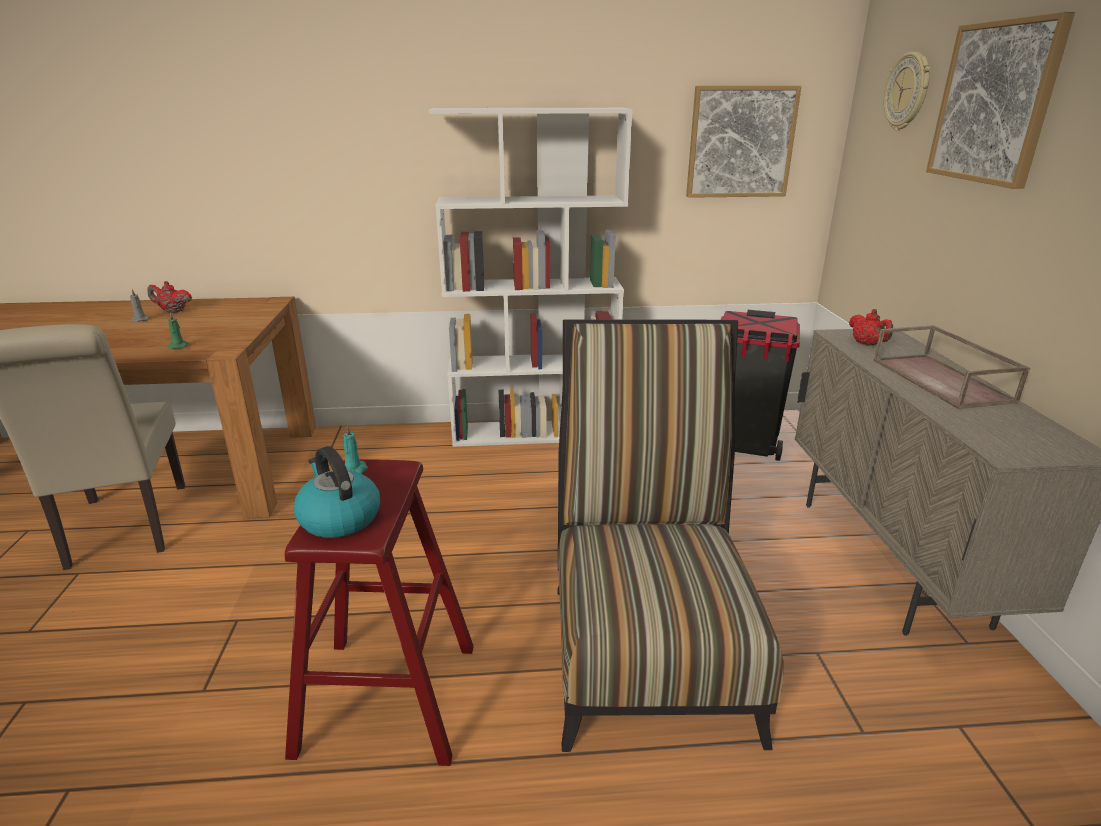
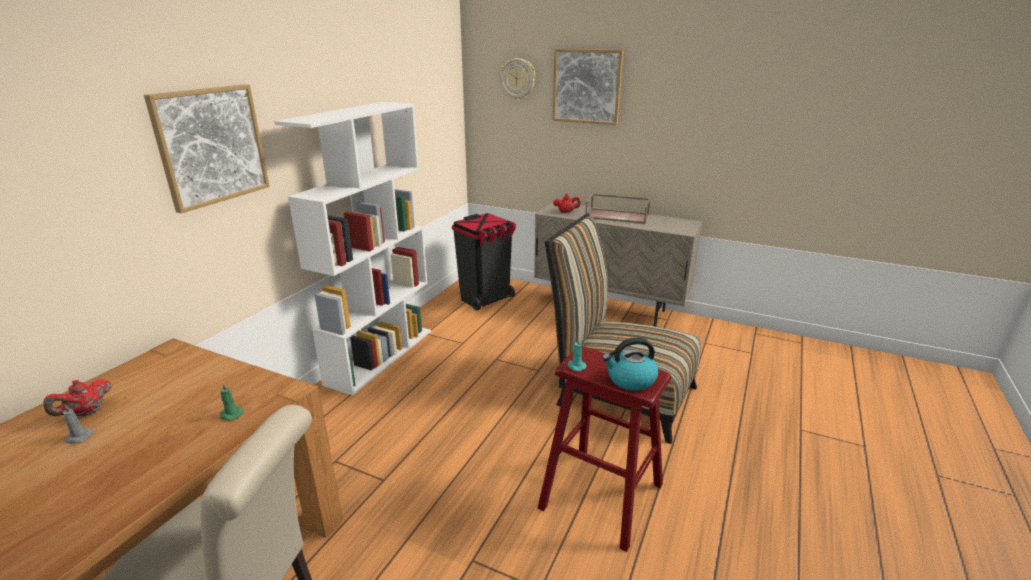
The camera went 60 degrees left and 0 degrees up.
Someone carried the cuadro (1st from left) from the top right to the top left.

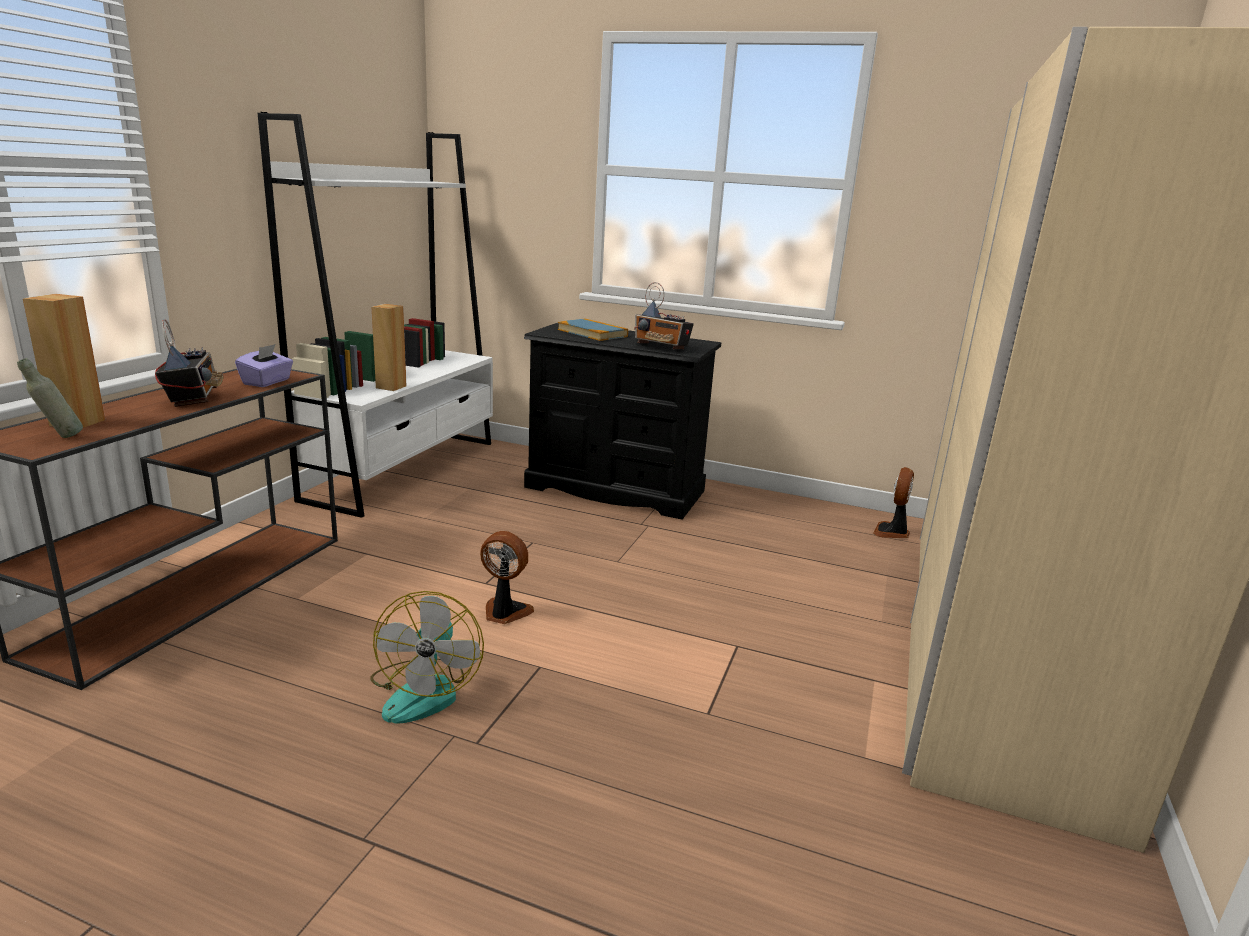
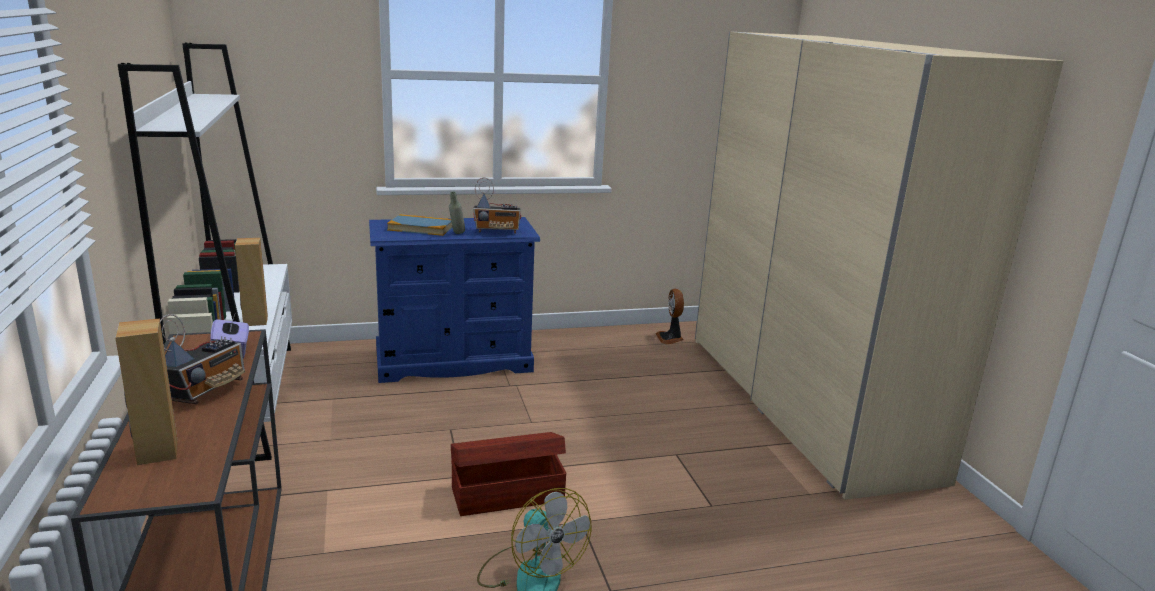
The camera went 35 degrees left and 0 degrees up.
Someone carried the botella/gris from the middle left to the centre.
Someone swapped the ventilador (2nd from left) at the centre for the caja de almacenaje/marrón at the bottom centre.
Someone repainted the cómoda/negro at the centre, which became the cómoda/azul at the centre.
Someone rotated the radio (1st from left) at the middle left by 75 degrees clockwise.

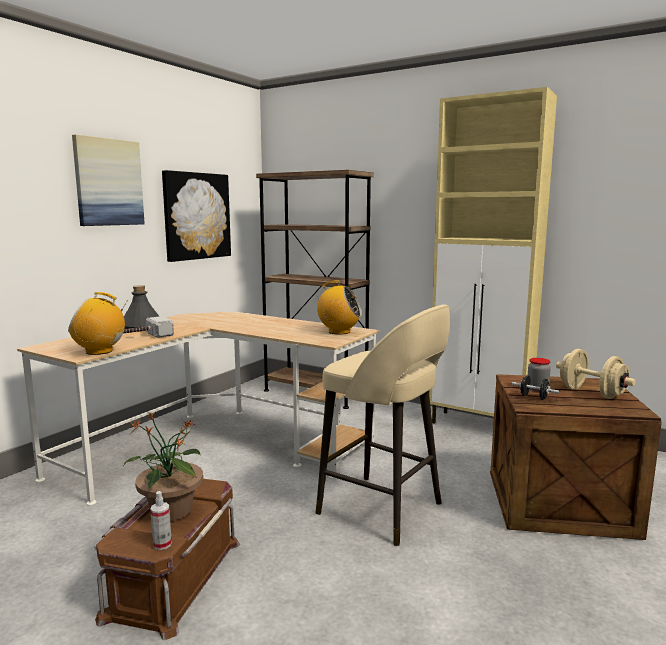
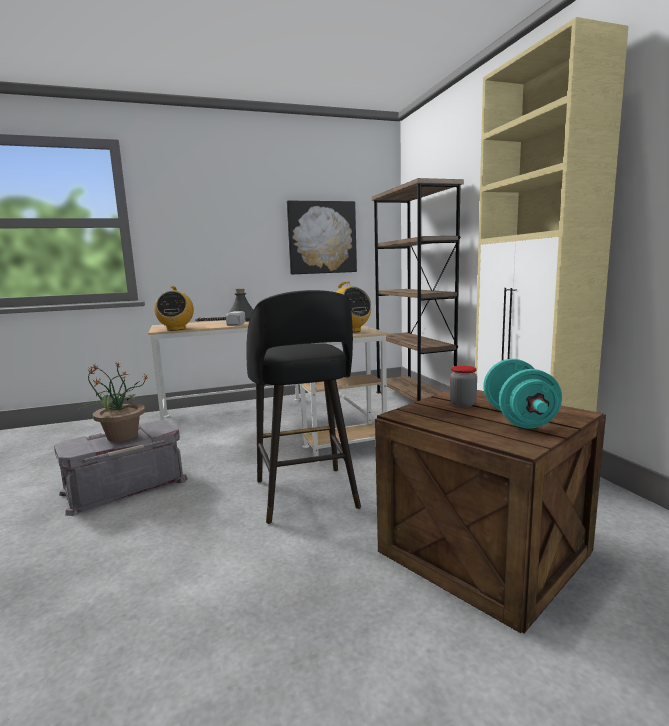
The camera went 40 degrees right and 0 degrees up.
Someone took away the cuadro (1st from left) at the top left.
Someone took away the pulverizador at the bottom left.
Someone took away the mancuerna/negro at the middle right.
Someone repainted the caja de almacenaje/marrón at the bottom left, which became the caja de almacenaje/gris at the middle left.
Someone repainted the taburete/beis at the centre, which became the taburete/negro at the centre.
Someone repainted the mancuerna/beis at the middle right, which became the mancuerna/turquesa at the middle right.
Someone rotated the radio (1st from left) at the middle left by 135 degrees counterclockwise.

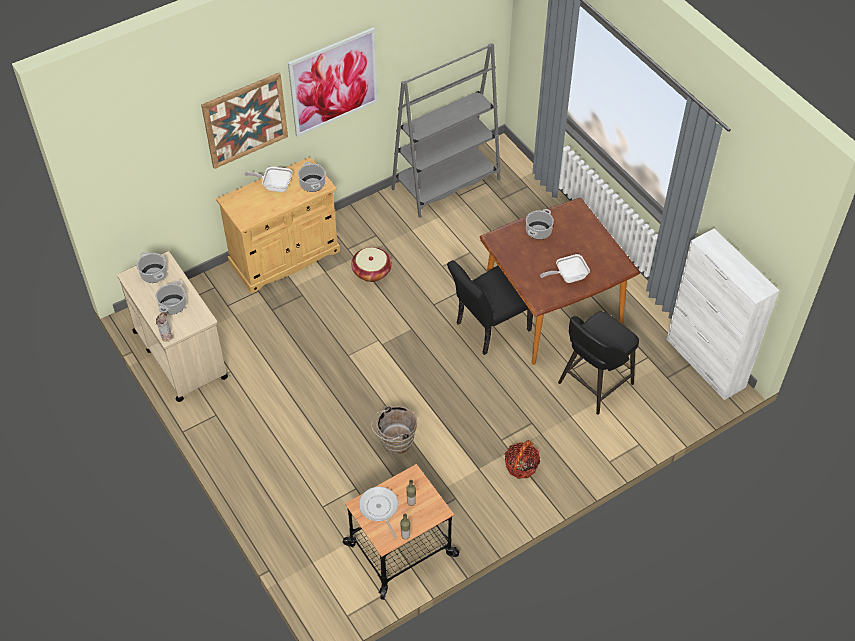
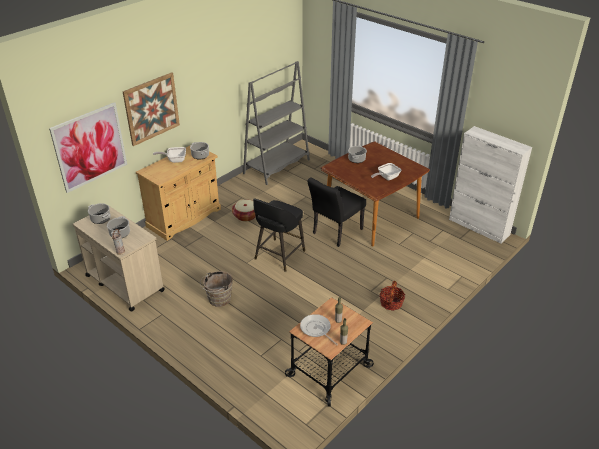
The camera went 15 degrees left and 15 degrees down.
Someone carried the cuadro (2nd from left in the first image) from the top centre to the top left.
Someone carried the cubo/marrón from the bottom centre to the centre.
Someone carried the taburete/negro from the middle right to the centre.

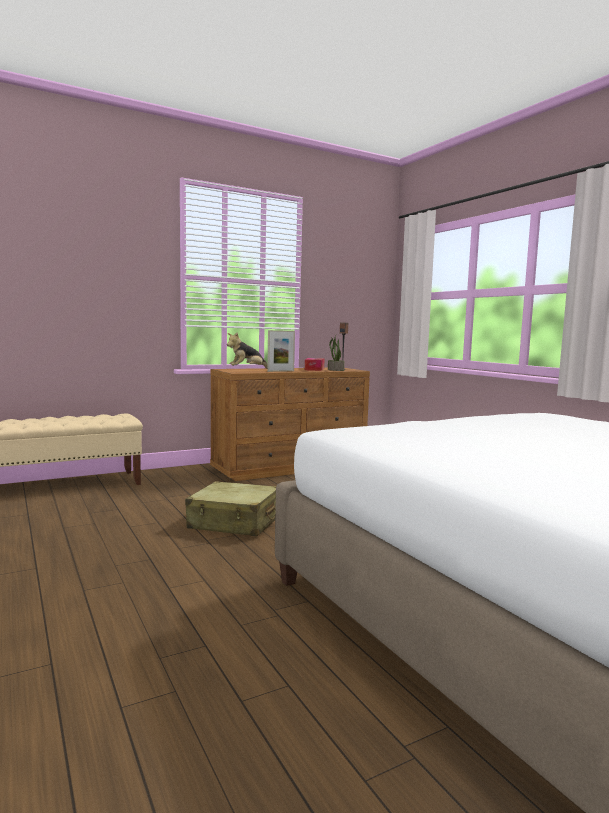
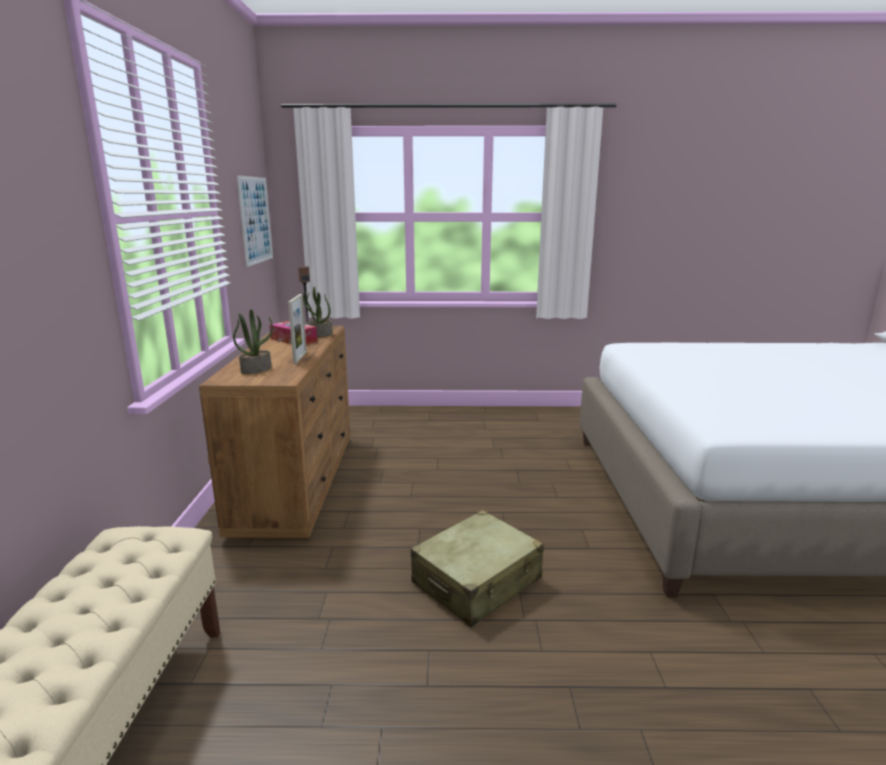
The camera went 60 degrees left and 10 degrees up.
Someone put up the cuadro at the top left.
Someone swapped the peluche at the centre for the planta en maceta (1st from left) at the middle left.

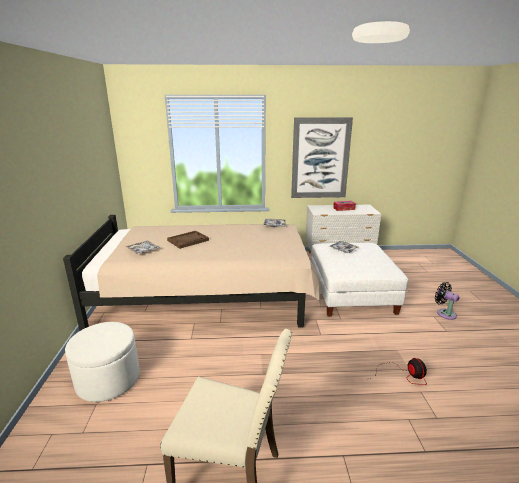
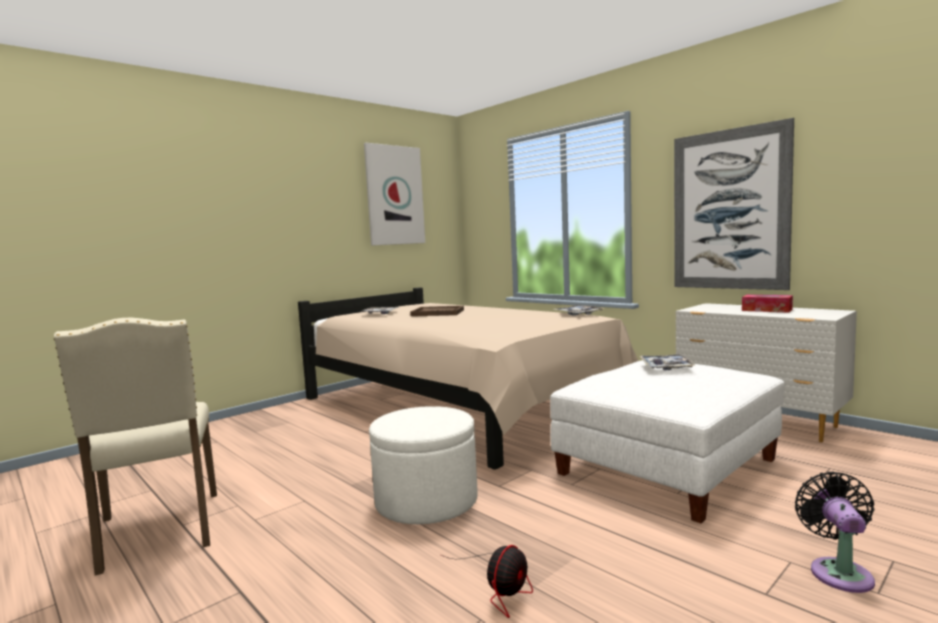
The camera went 50 degrees right and 15 degrees down.
Someone put up the cuadro (1st from left) at the top centre.
Someone carried the puf/blanco (1st from left) from the bottom left to the bottom centre.

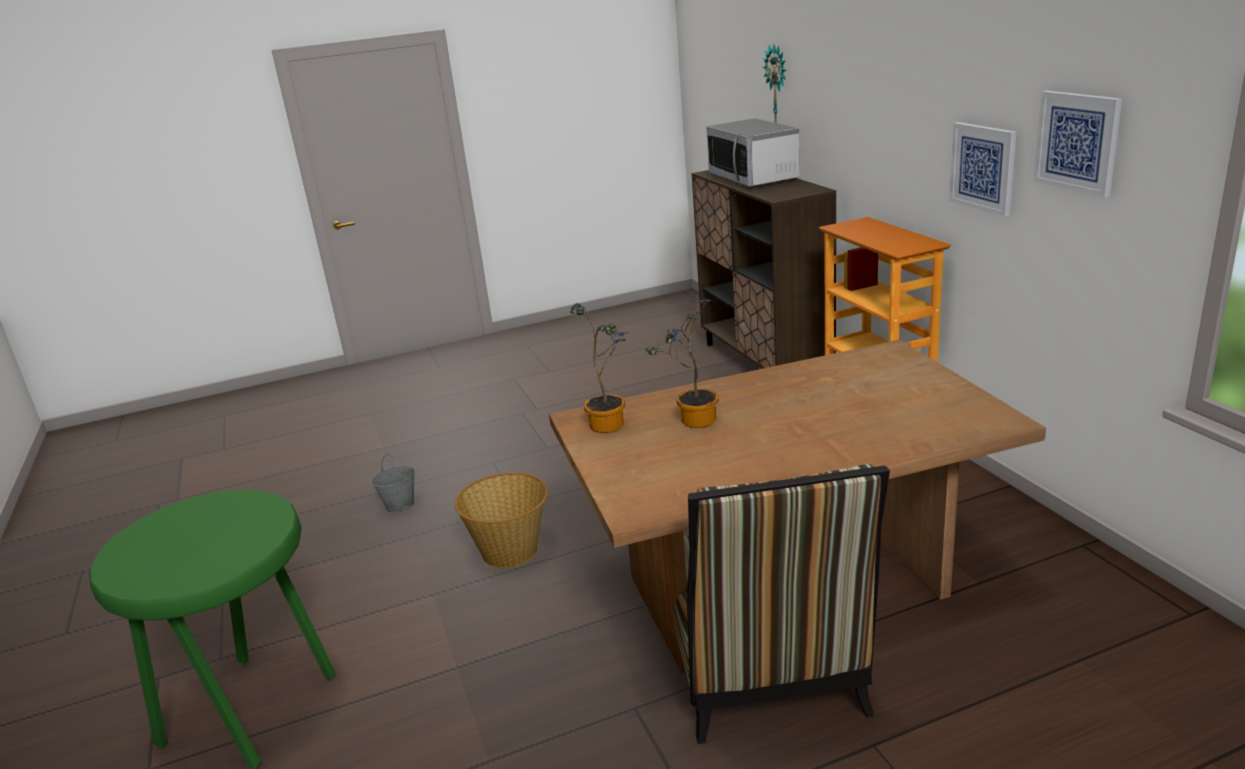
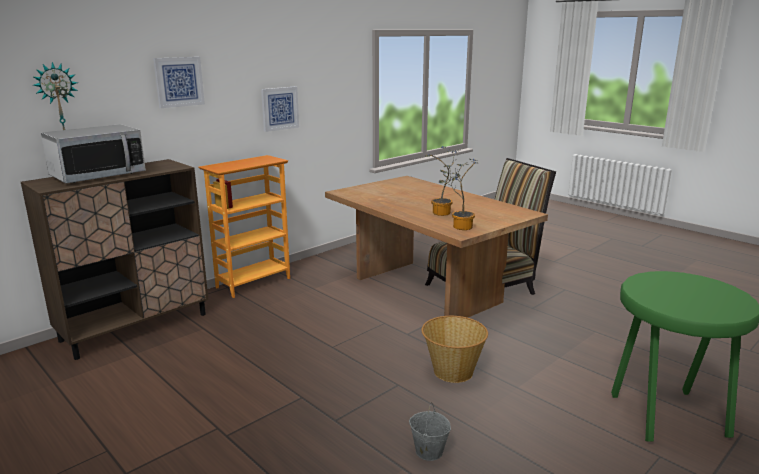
The camera went 115 degrees left and 5 degrees down.
Someone carried the cuadro (2nd from left in the first image) from the top right to the top left.

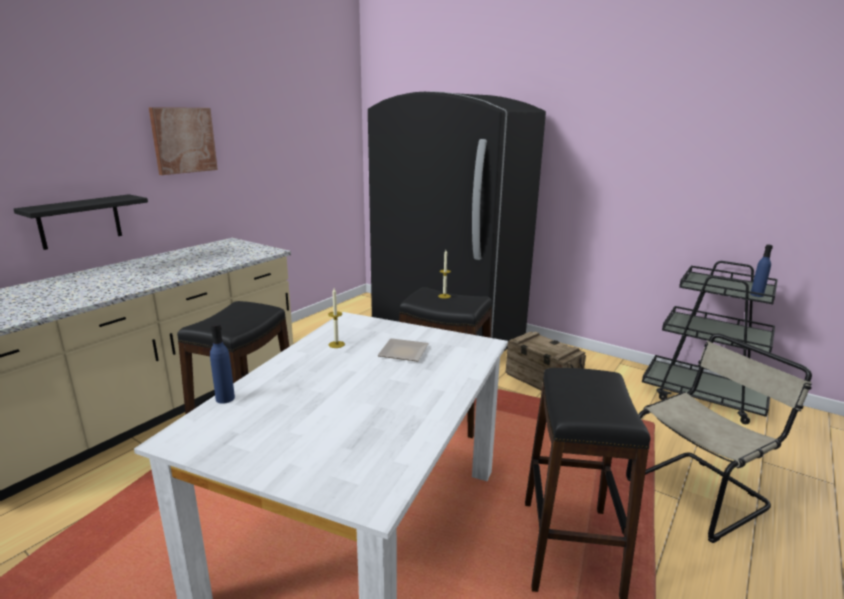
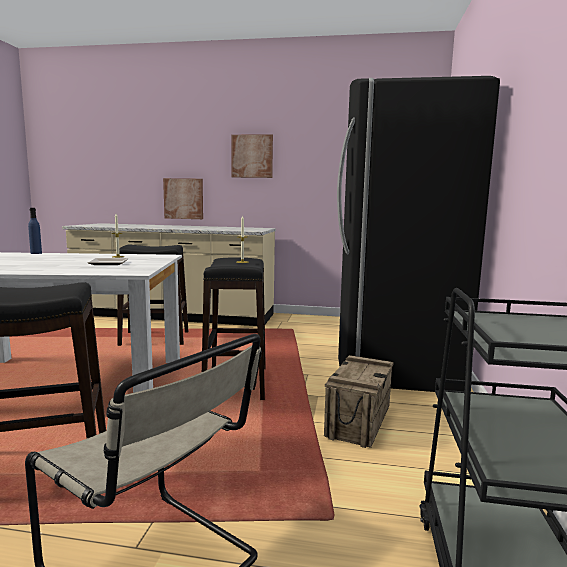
The camera went 65 degrees right and 10 degrees down.
Someone took away the botella/azul (2nd from left) at the middle right.
Someone swapped the estante/negro at the middle left for the cuadro (1st from left) at the middle left.

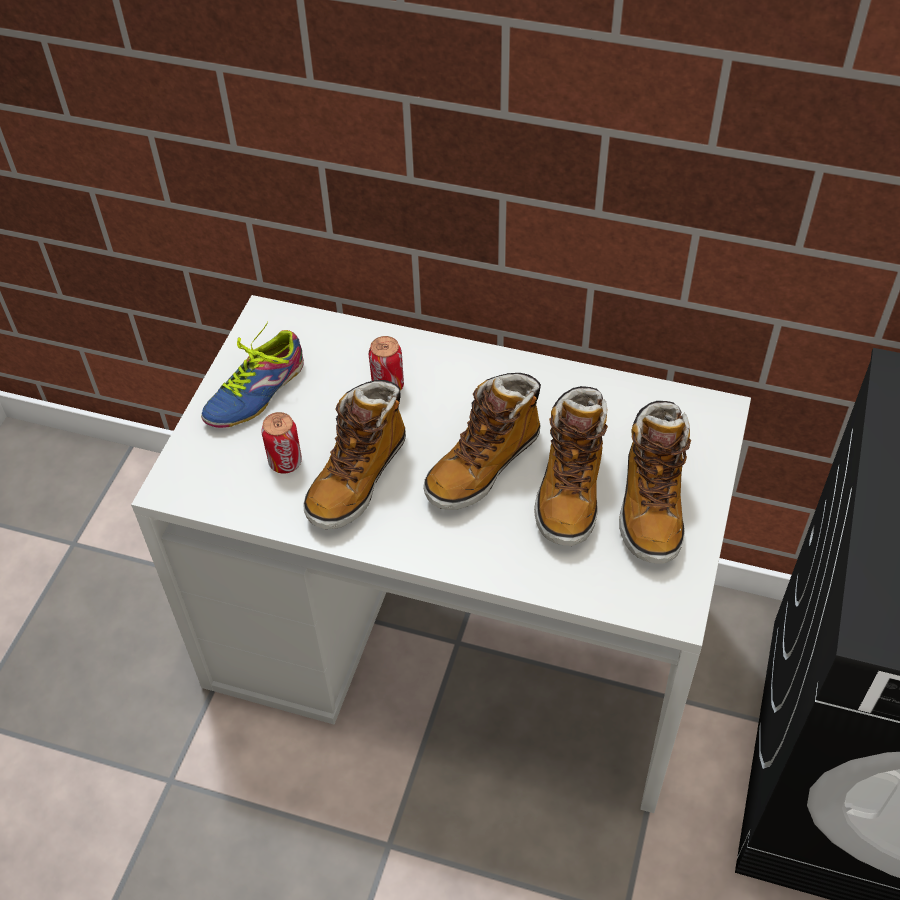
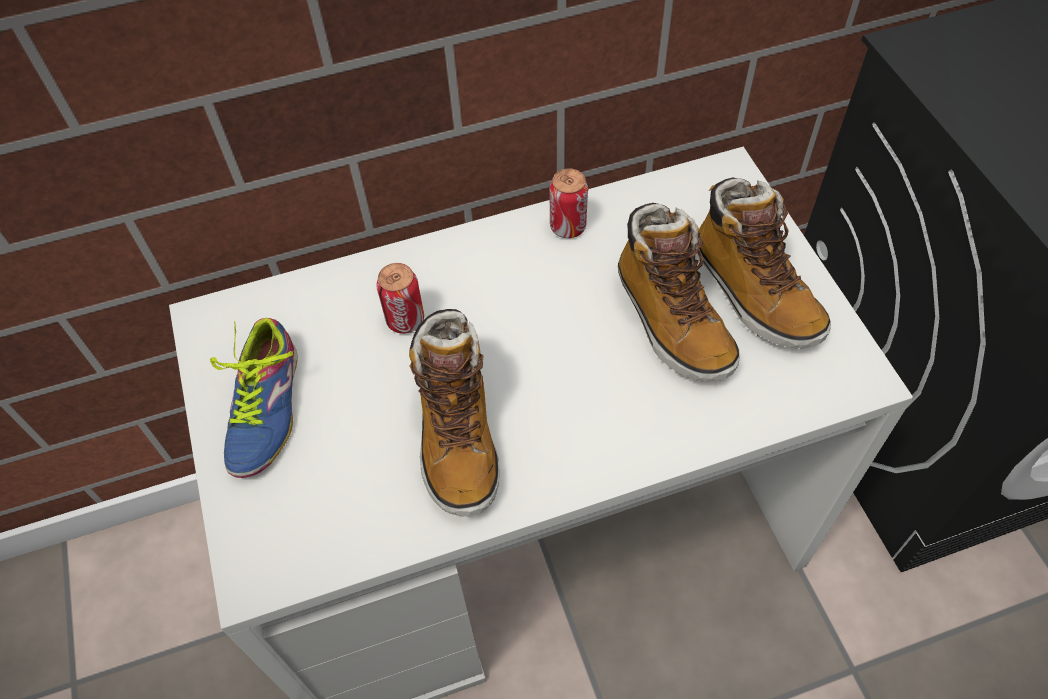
The camera went 35 degrees left and 5 degrees up.
Someone took away the bota (2nd from left) at the centre.
Someone carried the lata (1st from left in the first image) from the middle left to the top centre.

